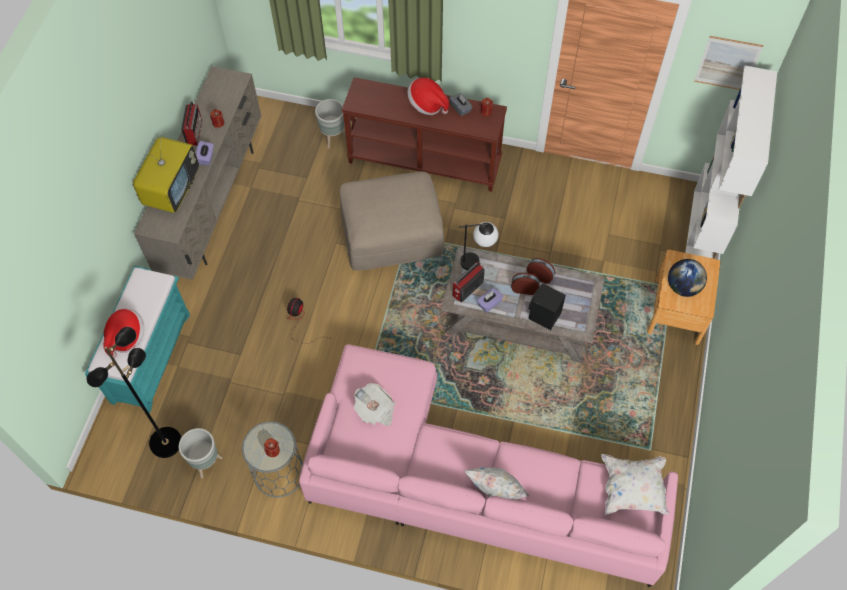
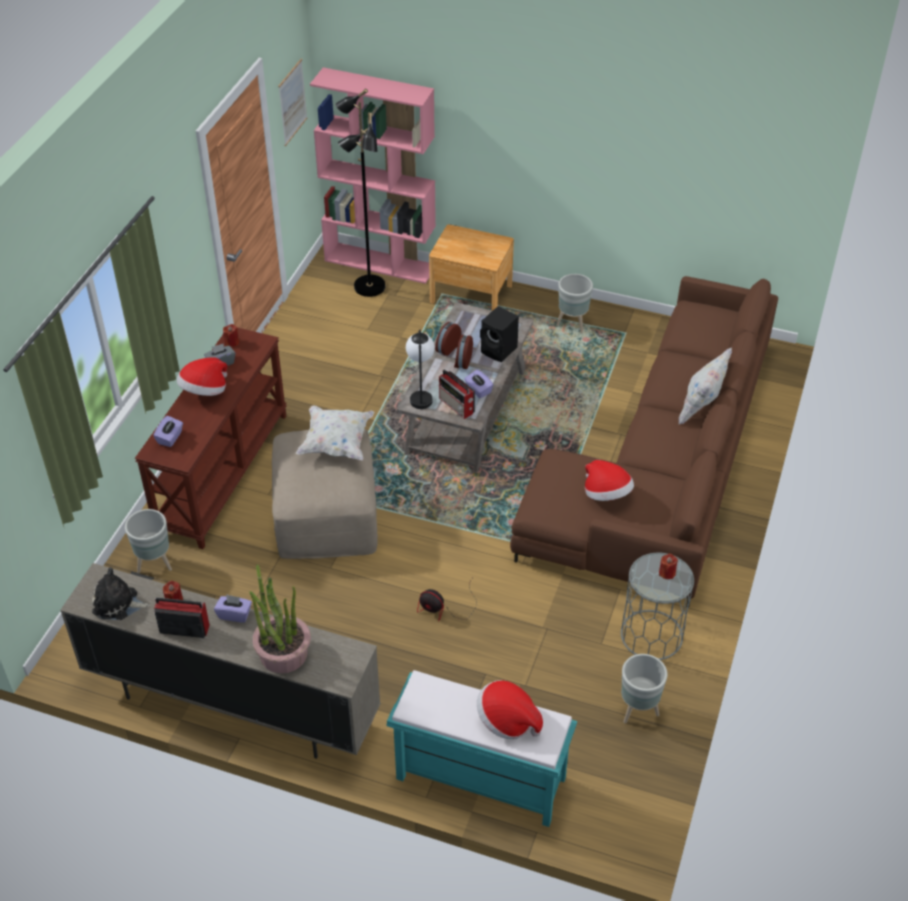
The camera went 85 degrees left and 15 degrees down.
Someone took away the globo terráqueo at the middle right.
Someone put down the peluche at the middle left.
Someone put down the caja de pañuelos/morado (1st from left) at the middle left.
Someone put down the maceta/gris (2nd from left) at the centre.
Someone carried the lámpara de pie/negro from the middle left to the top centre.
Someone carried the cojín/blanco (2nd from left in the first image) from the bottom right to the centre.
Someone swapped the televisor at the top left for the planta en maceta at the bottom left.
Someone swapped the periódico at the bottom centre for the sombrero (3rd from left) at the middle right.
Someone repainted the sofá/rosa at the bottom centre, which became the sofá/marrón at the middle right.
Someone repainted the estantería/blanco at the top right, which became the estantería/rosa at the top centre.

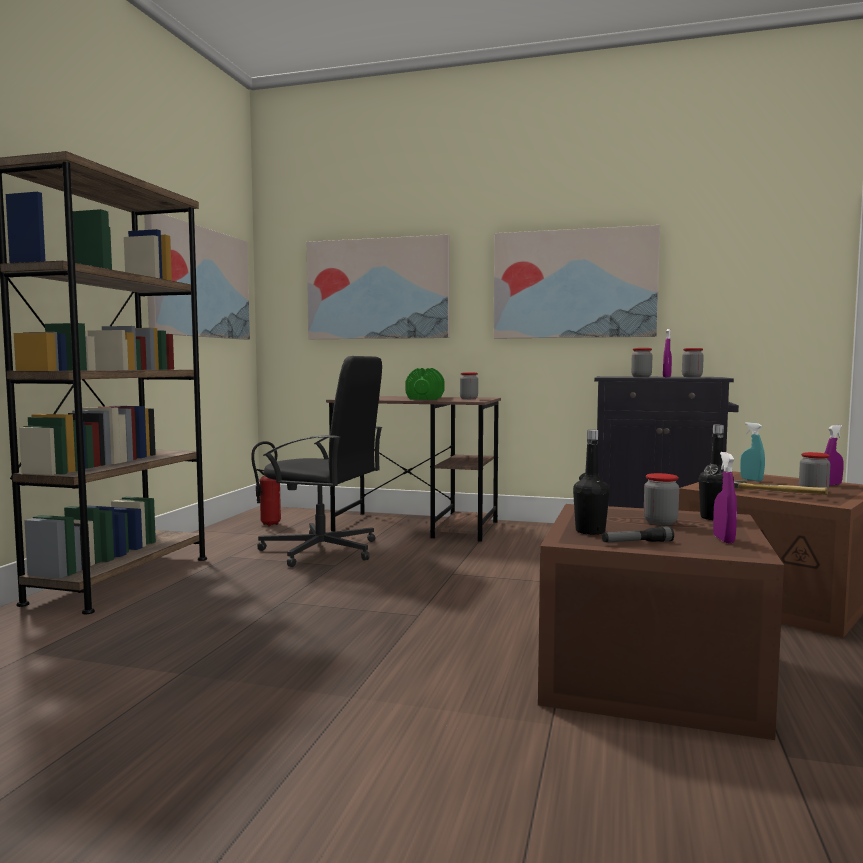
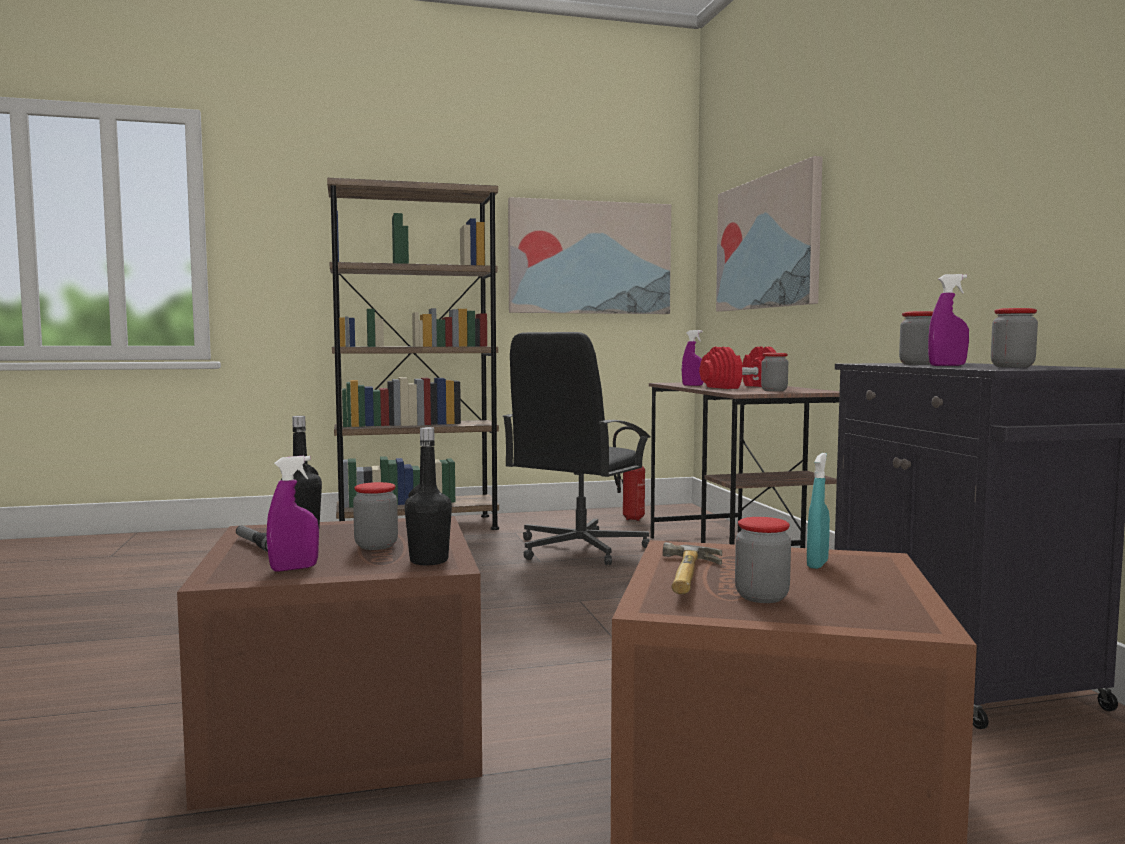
The camera went 60 degrees right and 0 degrees up.
Someone took away the cuadro (3rd from left) at the top right.
Someone carried the pulverizador/morado (3rd from left in the first image) from the middle right to the centre.
Someone repainted the mancuerna/verde at the centre, which became the mancuerna/rojo at the centre.
Someone rotated the silla de oficina/negro at the centre by 45 degrees clockwise.

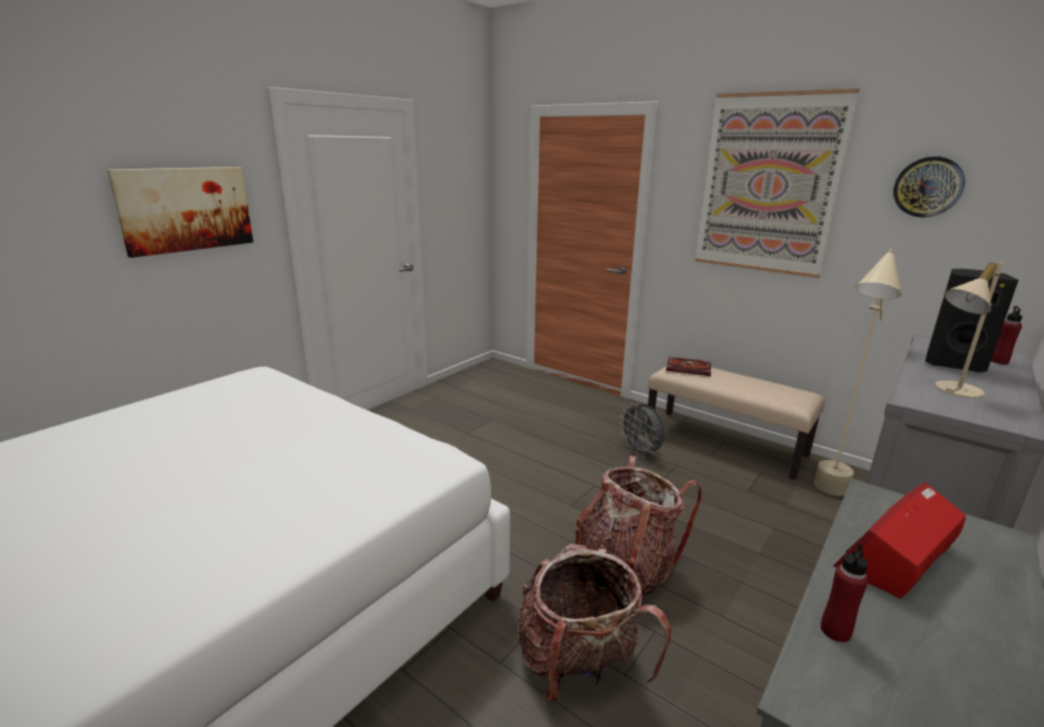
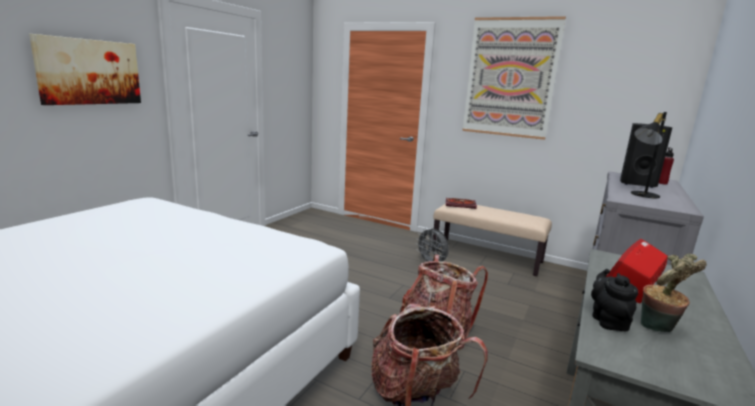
The camera went 10 degrees left and 5 degrees down.
Someone took away the lámpara de pie/beis at the middle right.
Someone took away the reloj de pared at the top right.
Someone put down the planta en maceta at the bottom right.
Someone swapped the botella/rojo (1st from left) at the bottom right for the tetera/negro at the bottom right.
Someone repainted the lámpara de mesa/beis at the middle right, which became the lámpara de mesa/negro at the middle right.

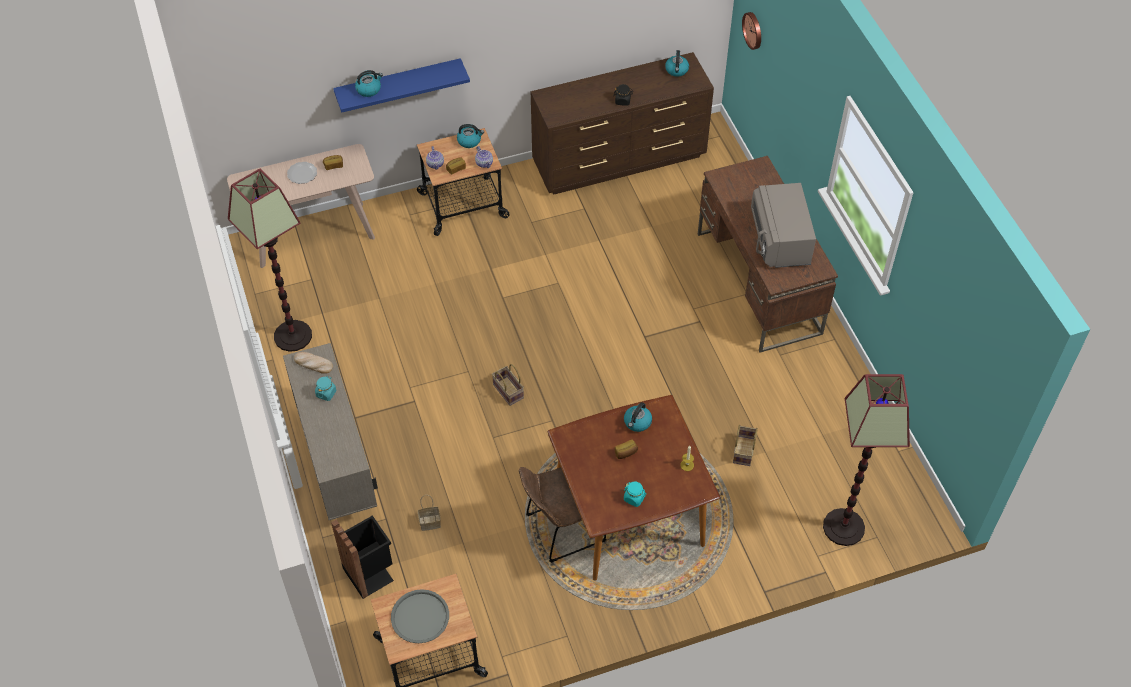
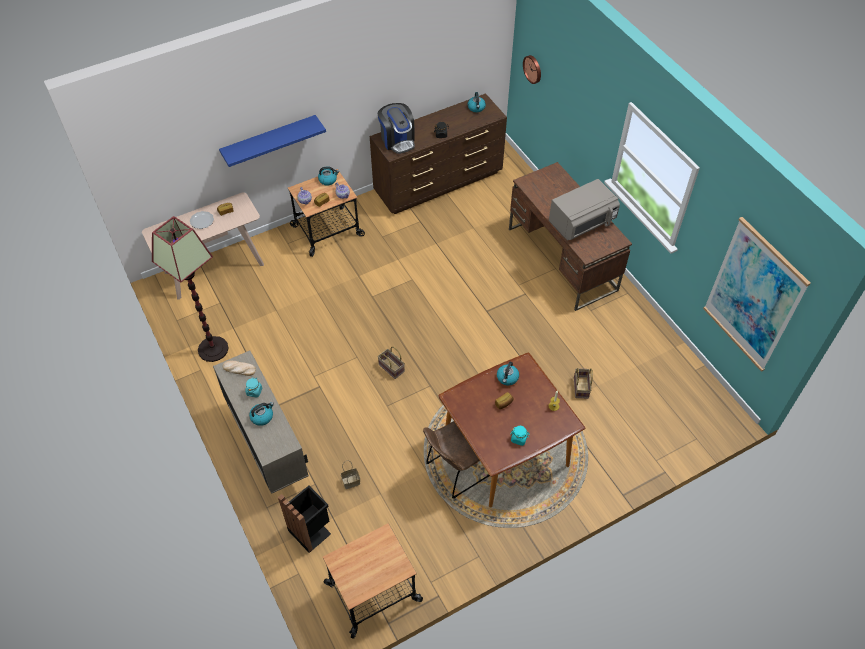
The camera went 10 degrees left and 0 degrees up.
Someone took away the bandeja/gris at the bottom centre.
Someone took away the lámpara de pie (2nd from left) at the bottom right.
Someone put down the cafetera at the top centre.
Someone put up the cuadro at the middle right.
Someone carried the hervidor (1st from left) from the top left to the middle left.
Someone rotated the microondas/gris at the top right by 105 degrees counterclockwise.

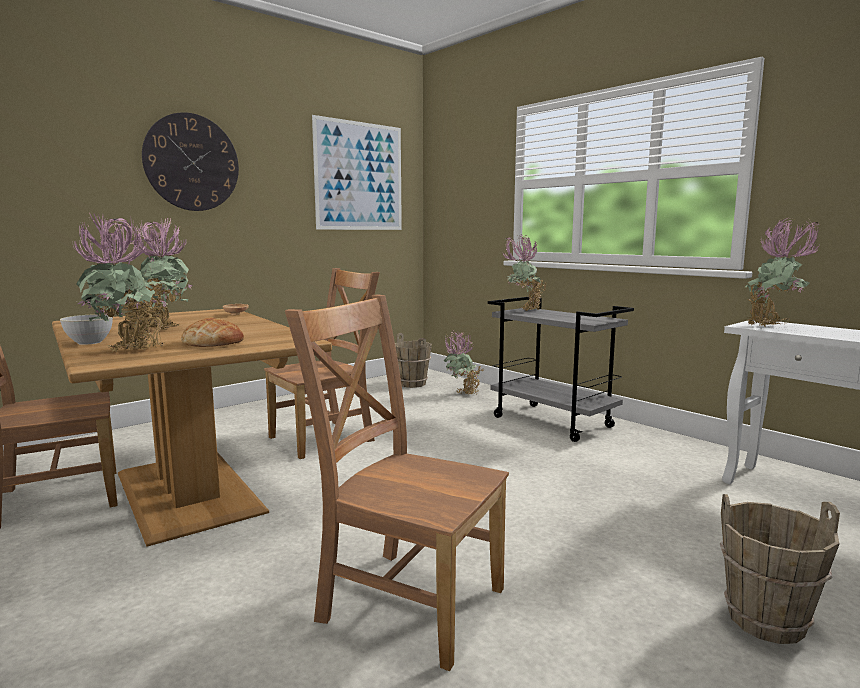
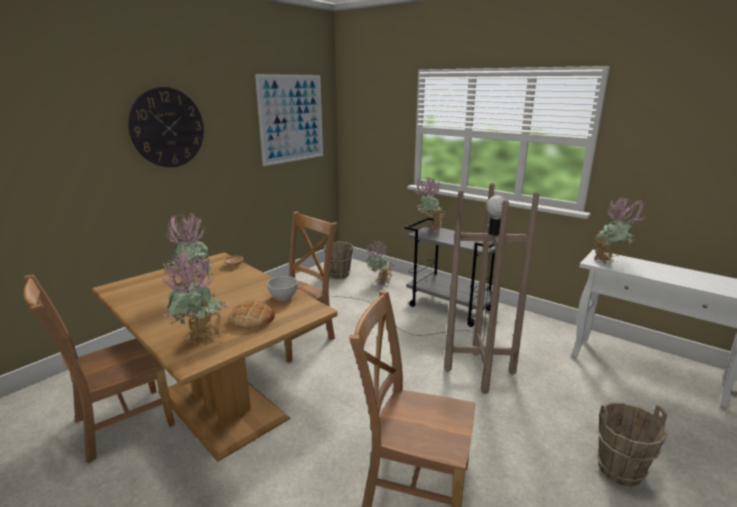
The camera went 10 degrees left and 10 degrees up.
Someone put down the lámpara de pie/marrón at the centre.
Someone carried the cuenco/gris from the middle left to the centre.

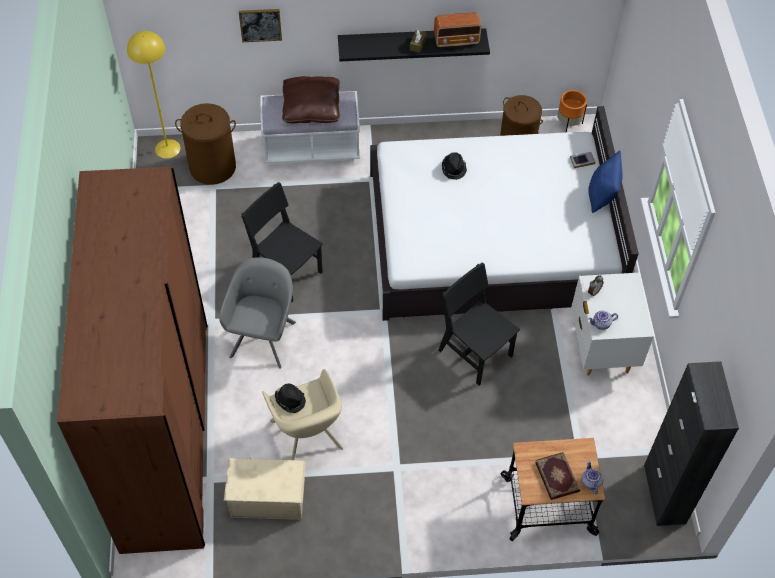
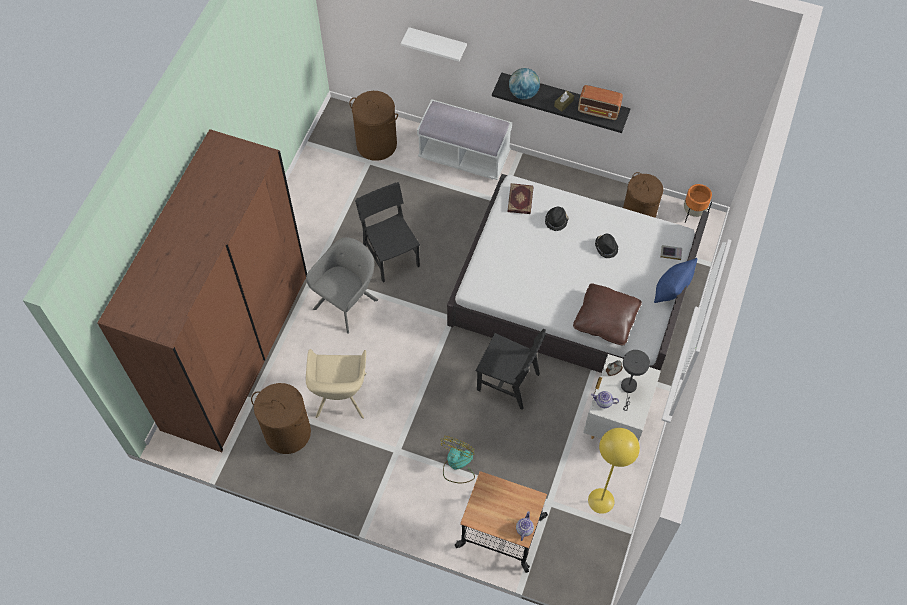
The camera went 25 degrees right and 5 degrees up.
Someone took away the armario/negro at the bottom right.
Someone put down the ventilador at the bottom centre.
Someone put down the globo terráqueo at the top centre.
Someone put down the lámpara de mesa/gris at the middle right.
Someone carried the lámpara de pie/amarillo from the top left to the bottom right.
Someone carried the sombrero/negro (1st from left in the first image) from the bottom centre to the middle right.
Someone carried the cojín/marrón from the top centre to the middle right.
Someone carried the libro (1st from left) from the bottom right to the top centre.
Someone swapped the caja de almacenaje/beis at the bottom centre for the cesto de la ropa/marrón (1st from left) at the bottom left.
Someone swapped the cuadro at the top centre for the estante/blanco at the top centre.
Someone rotated the silla/negro (2nd from left) at the centre by 135 degrees clockwise.

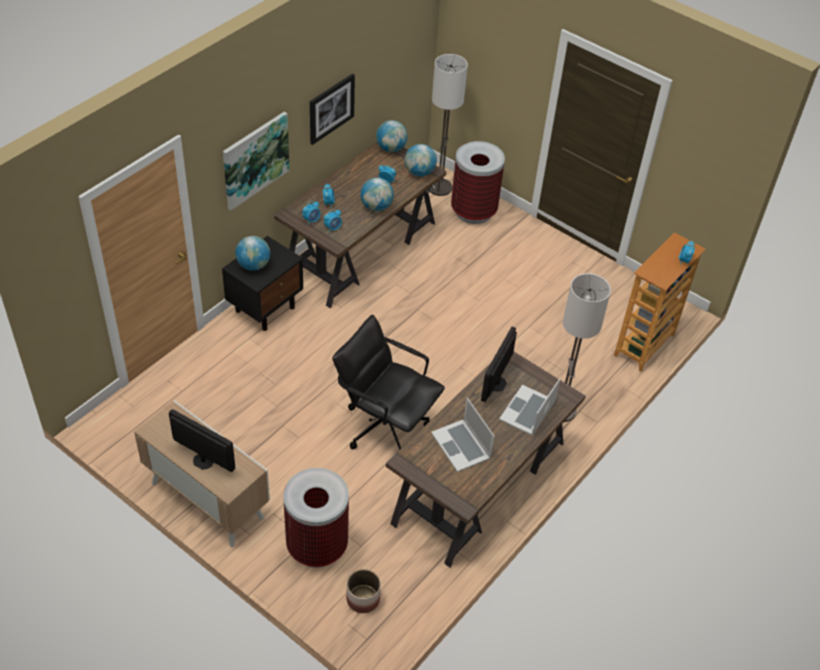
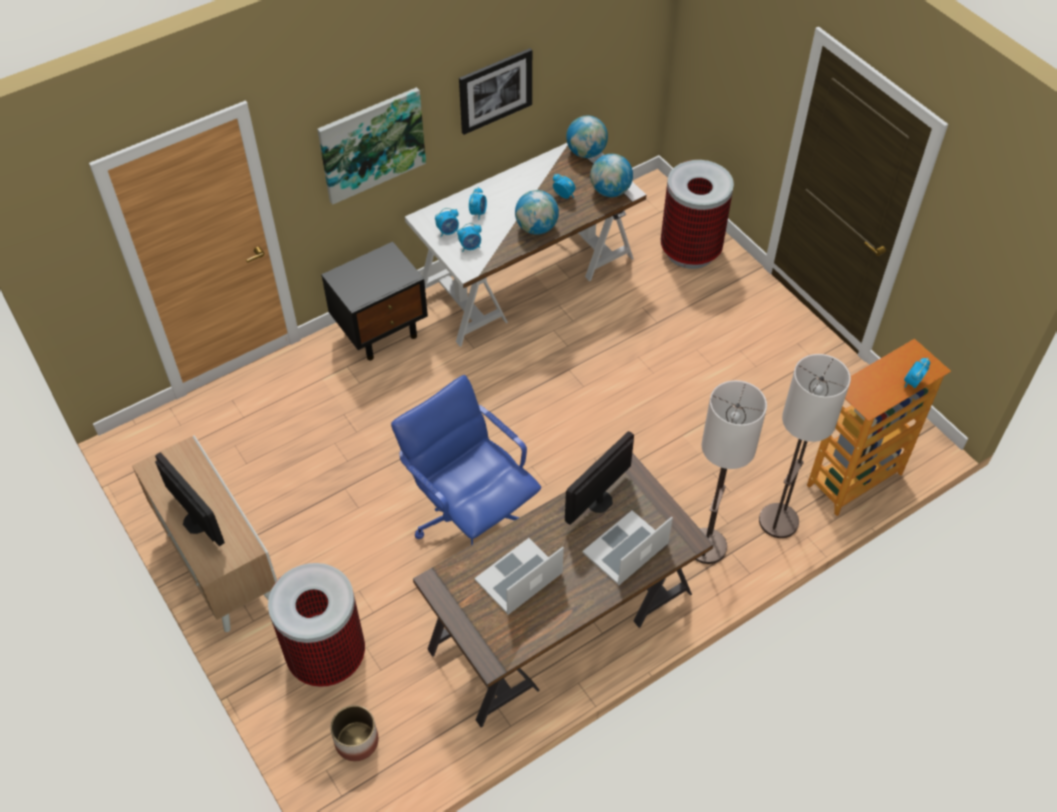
The camera went 20 degrees right and 5 degrees up.
Someone took away the globo terráqueo (1st from left) at the middle left.
Someone carried the lámpara de pie (1st from left in the first image) from the top centre to the middle right.
Someone repainted the escritorio/marrón (1st from left) at the centre, which became the escritorio/blanco at the top centre.
Someone repainted the silla de oficina/negro at the centre, which became the silla de oficina/azul at the centre.
Someone rotated the portátil (1st from left) at the centre by 60 degrees clockwise.

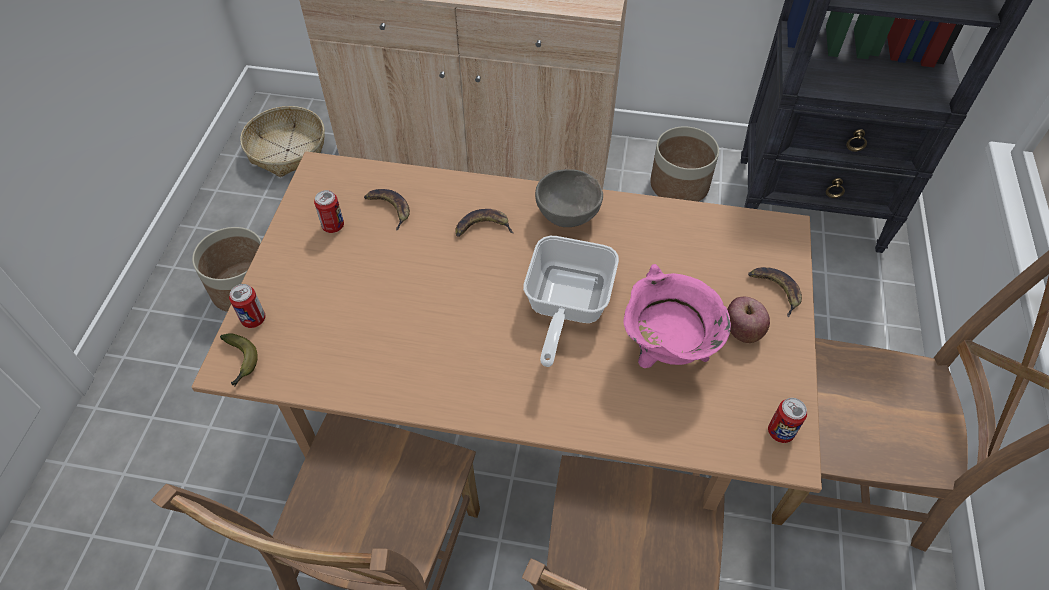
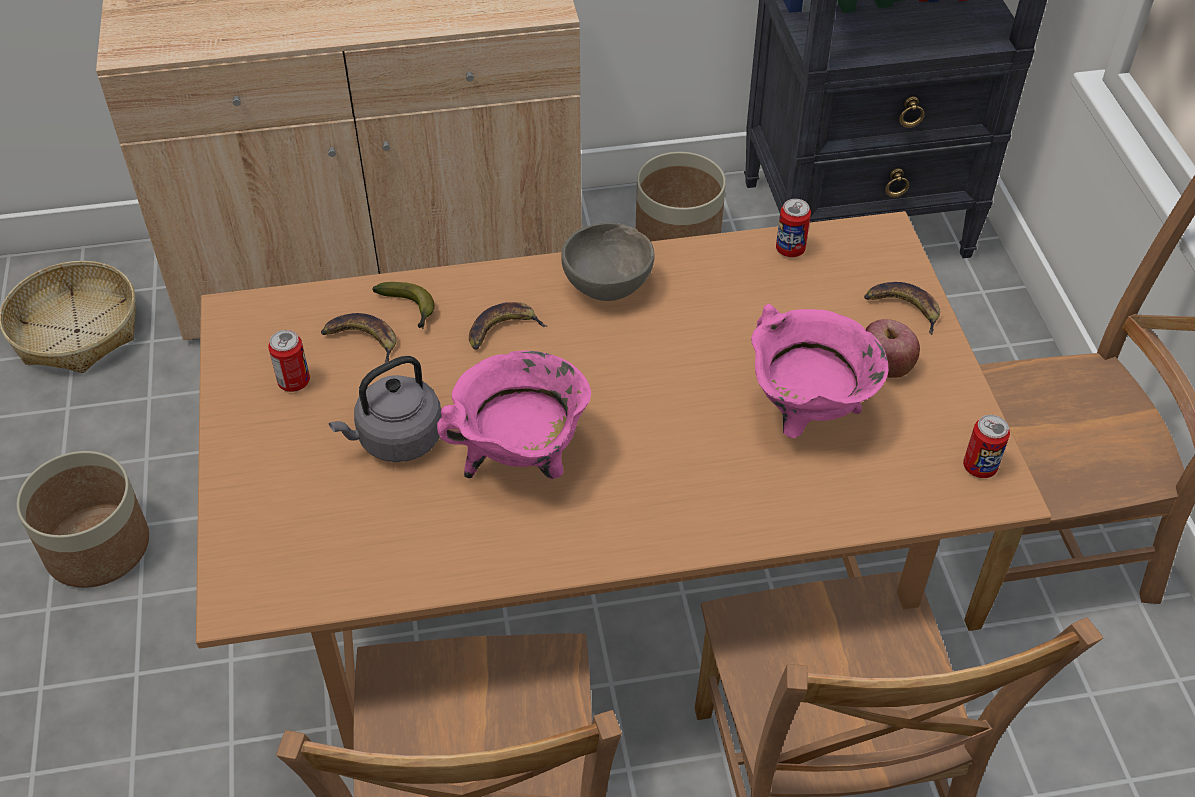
The camera went 20 degrees left and 5 degrees down.
Someone took away the sartén at the centre.
Someone put down the hervidor/gris at the middle left.
Someone put down the olla/rosa (1st from left) at the centre.
Someone carried the plátano (1st from left in the first image) from the middle left to the centre.
Someone carried the lata (1st from left in the first image) from the middle left to the top centre.

